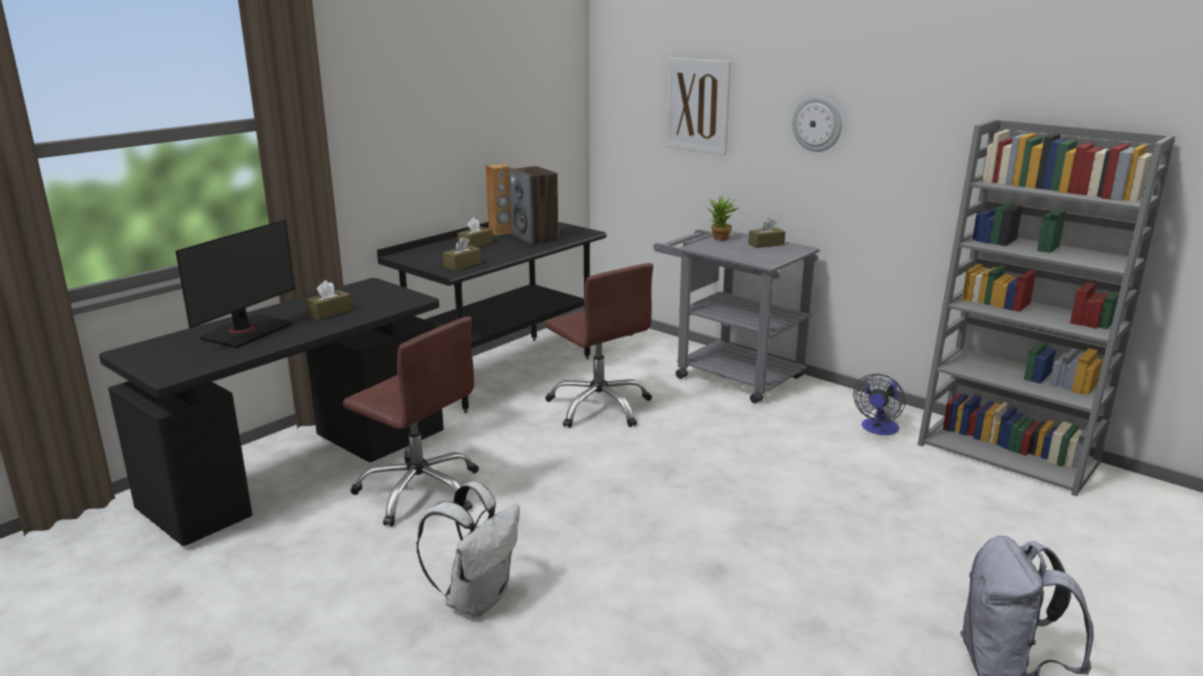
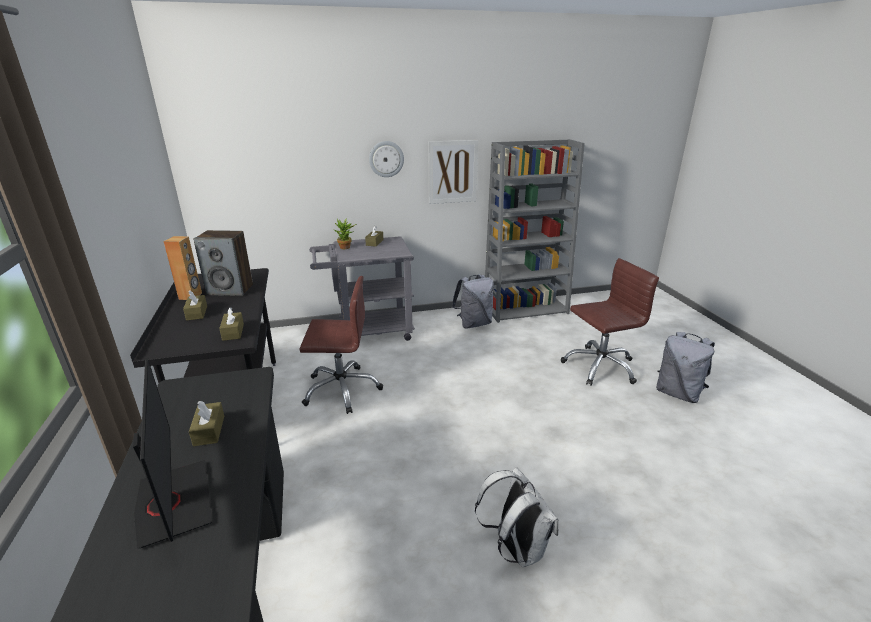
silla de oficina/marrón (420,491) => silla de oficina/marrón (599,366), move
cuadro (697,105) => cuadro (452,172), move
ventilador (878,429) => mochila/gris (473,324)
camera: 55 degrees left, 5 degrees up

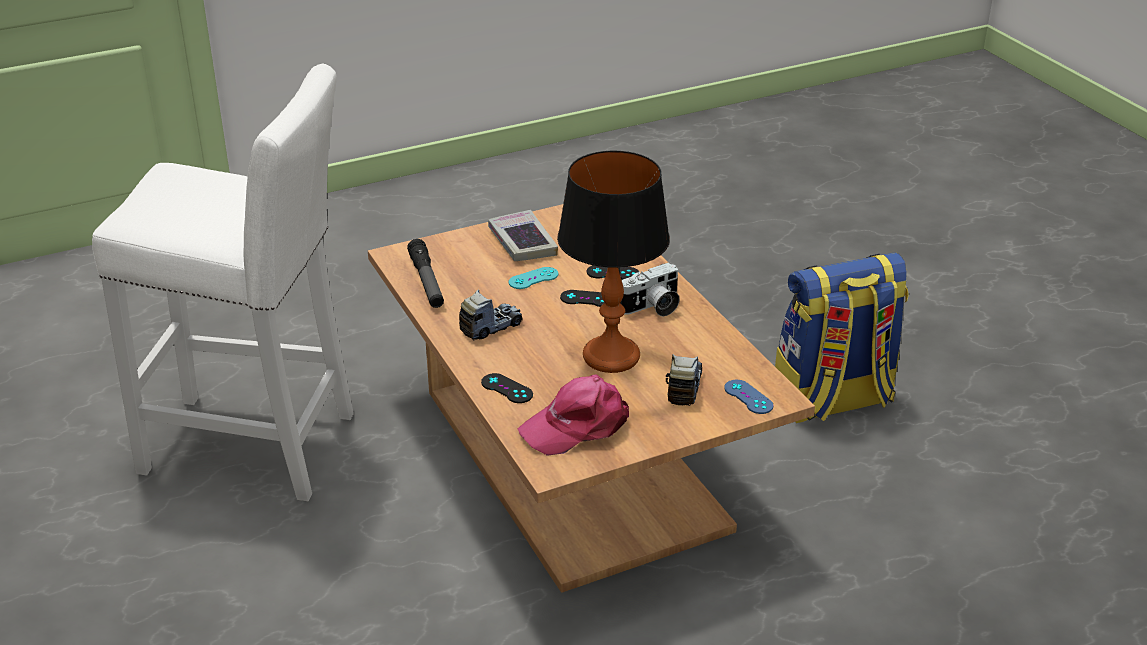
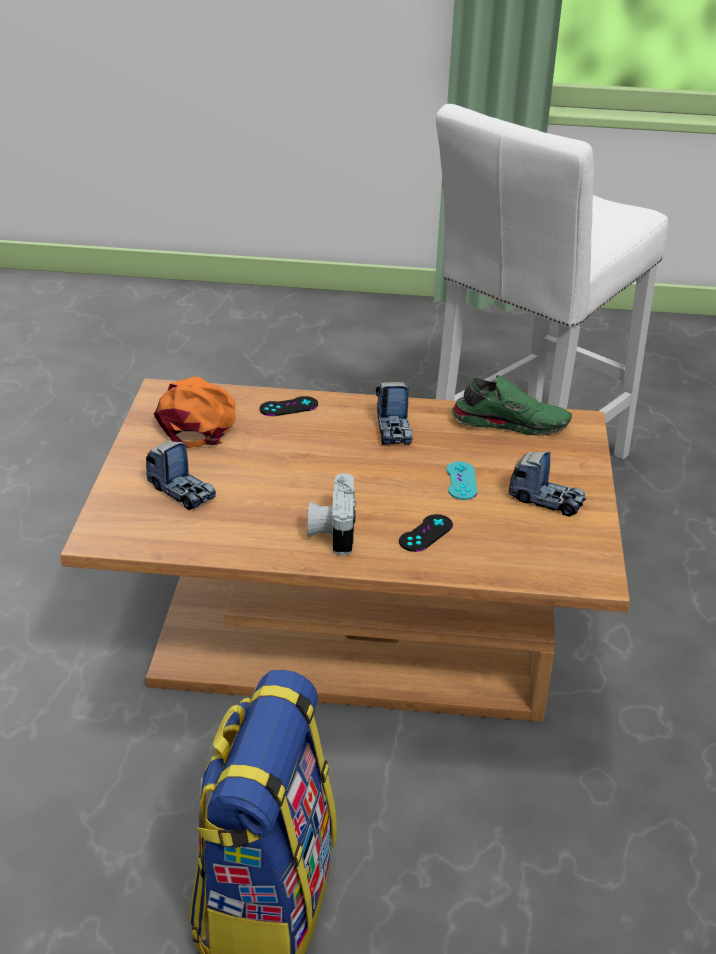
linterna (427,281) => zapato/verde (510,422)
libro (522,242) => camión de juguete (546,500)
gorra/rosa (577,425) => gorra/naranja (198,420)
lámpara de mesa (610,356) => nothing
mando de consola/negro (587,299) => nothing
mando de consola/azul (748,397) => nothing
camera: 120 degrees right, 0 degrees up

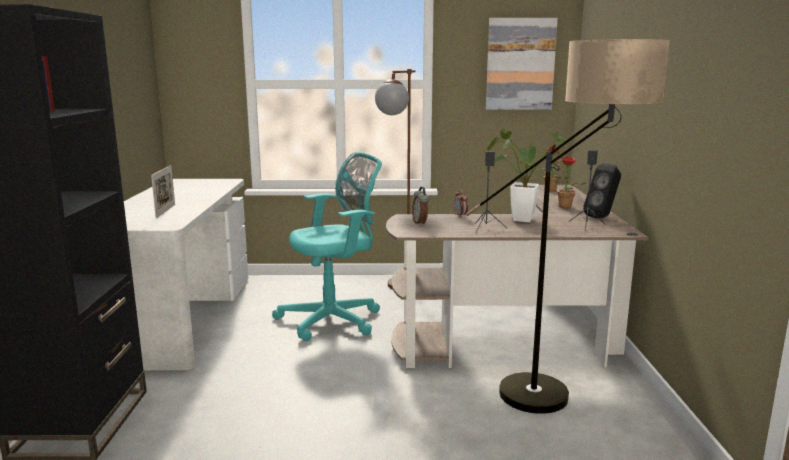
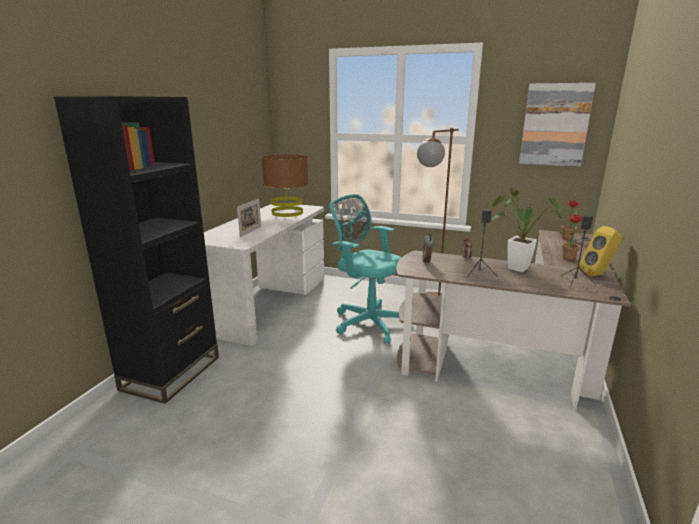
silla de oficina/turquesa (334,320) => silla de oficina/turquesa (368,322), 135 degrees counterclockwise
lámpara de pie (561,402) => nothing
altavoz/negro (602,217) => altavoz/amarillo (597,275)
nothing => lámpara de mesa/marrón (287,213)
camera: 20 degrees right, 5 degrees up

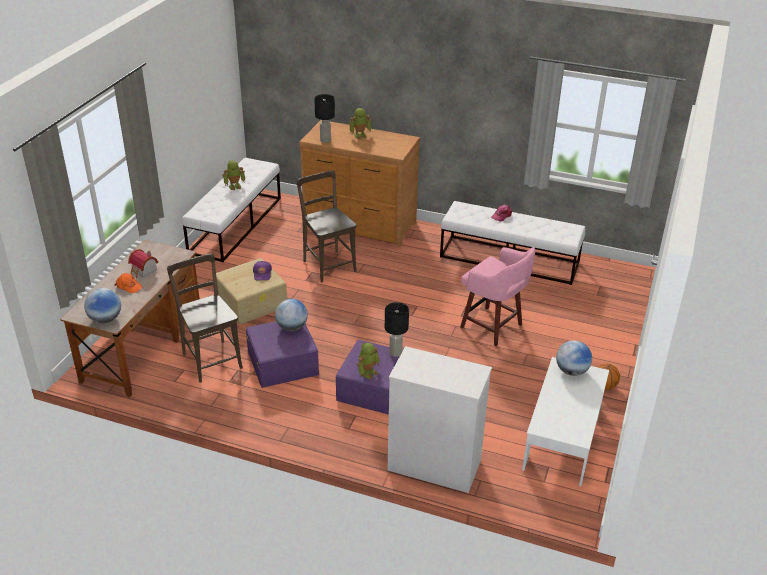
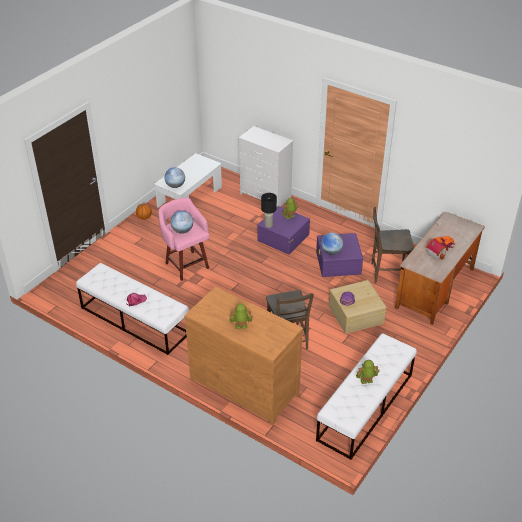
globo terráqueo (105,319) => globo terráqueo (182,231), move
silla/marrón (211,359) => silla/marrón (386,273), 105 degrees clockwise
lámpara de mesa/negro (325,140) => nothing
camera: 165 degrees left, 5 degrees up

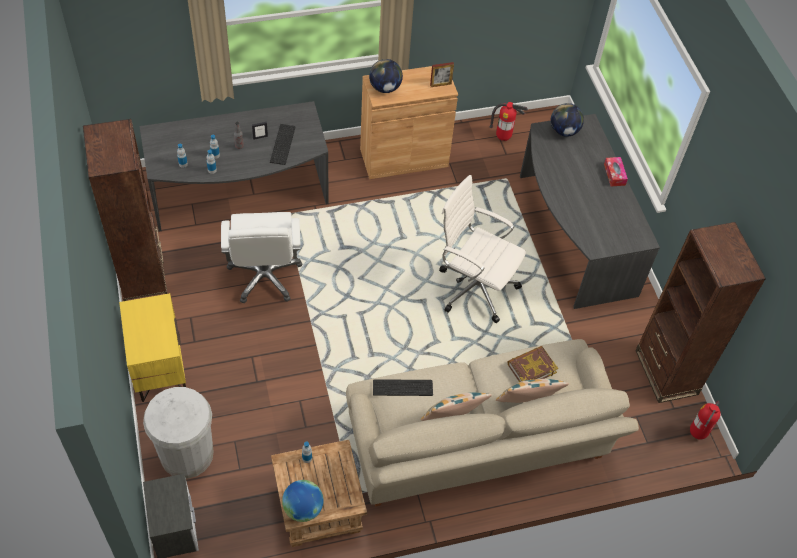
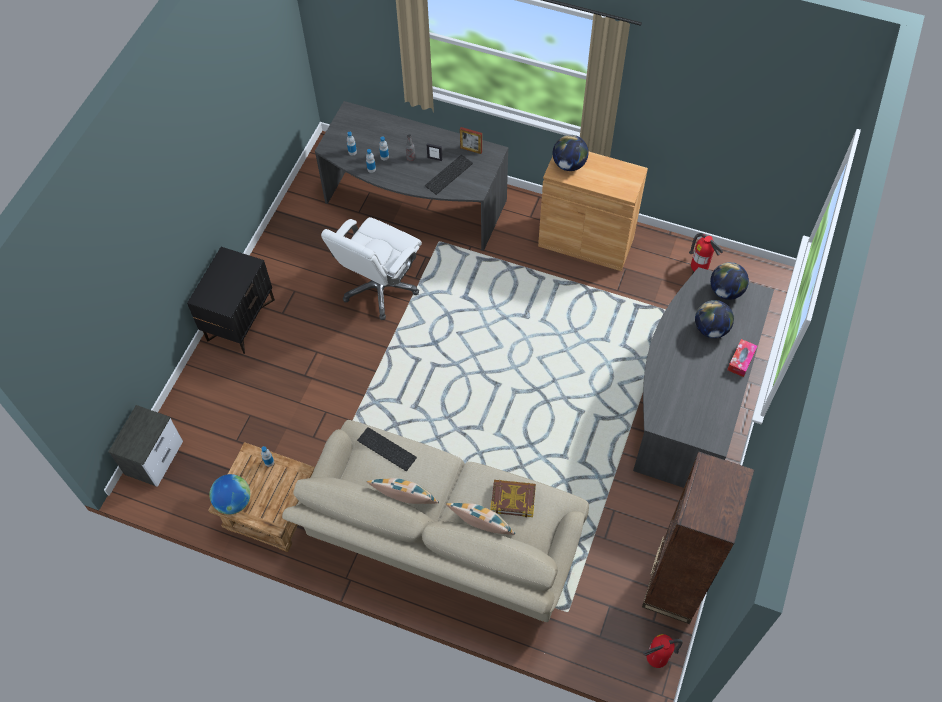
estantería/marrón (143,278) => nothing
mesita de noche/amarillo (159,367) => mesita de noche/negro (240,319)
papelera/blanco (186,454) => nothing
portarretratos (440,84) => portarretratos (471,150), move
silla de oficina/blanco (474,287) => nothing
nothing => globo terráqueo (711,329)
camera: 40 degrees right, 5 degrees up

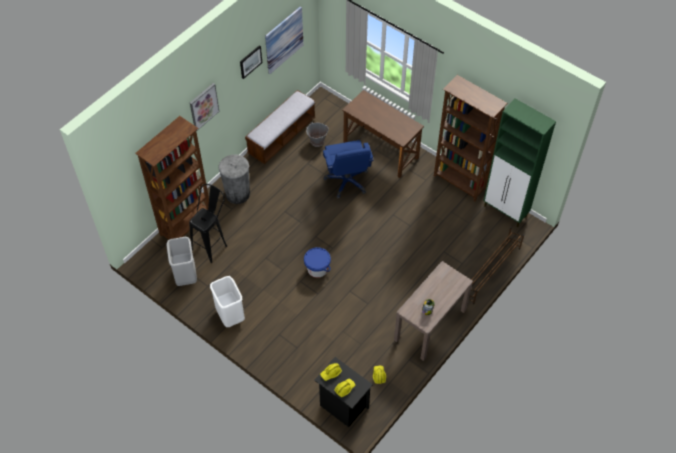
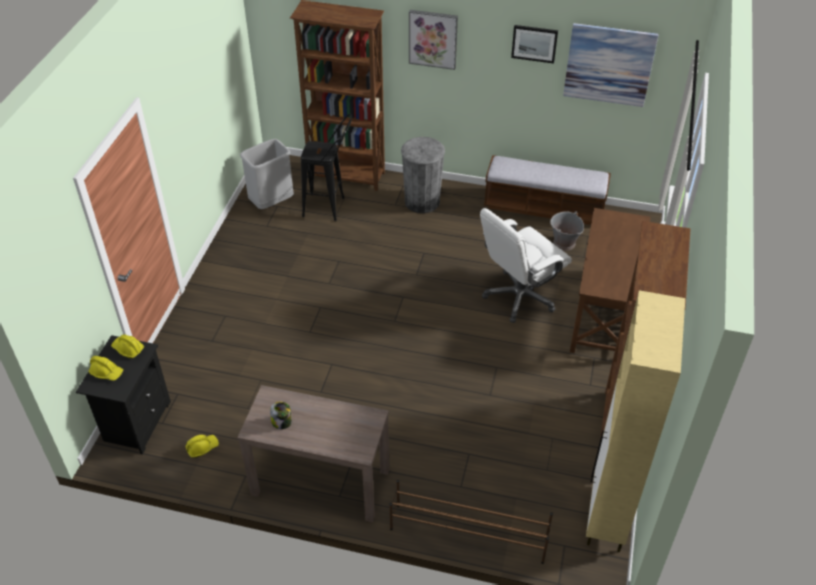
papelera/blanco (231,315) => nothing
cubo/azul (317,269) => nothing
silla de oficina/azul (347,181) => silla de oficina/blanco (519,297)
armario/verde (505,211) => armario/beis (606,516)
camera: 65 degrees right, 10 degrees down

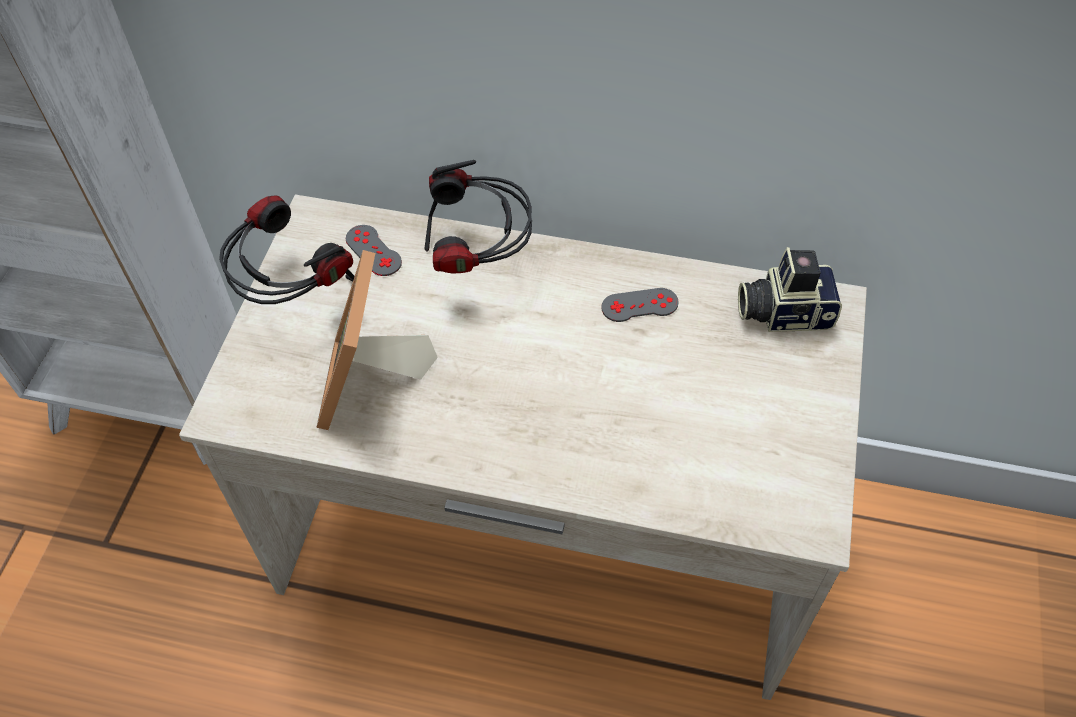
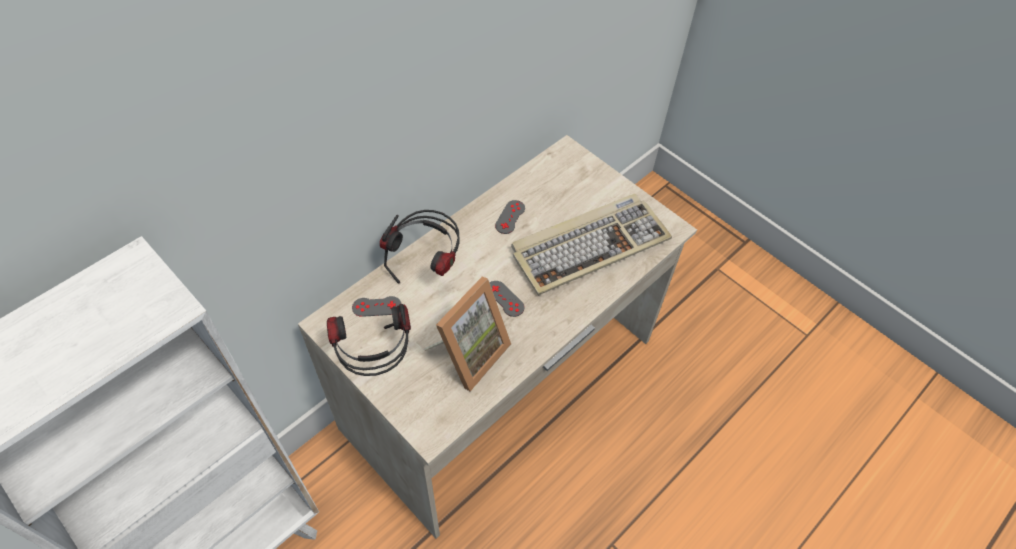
portarretratos (371,385) => portarretratos (468,353), 90 degrees counterclockwise
cámara (783,311) => nothing
nothing => mando de consola/gris (504,298)
nothing => teclado (590,245)
camera: 60 degrees left, 0 degrees up

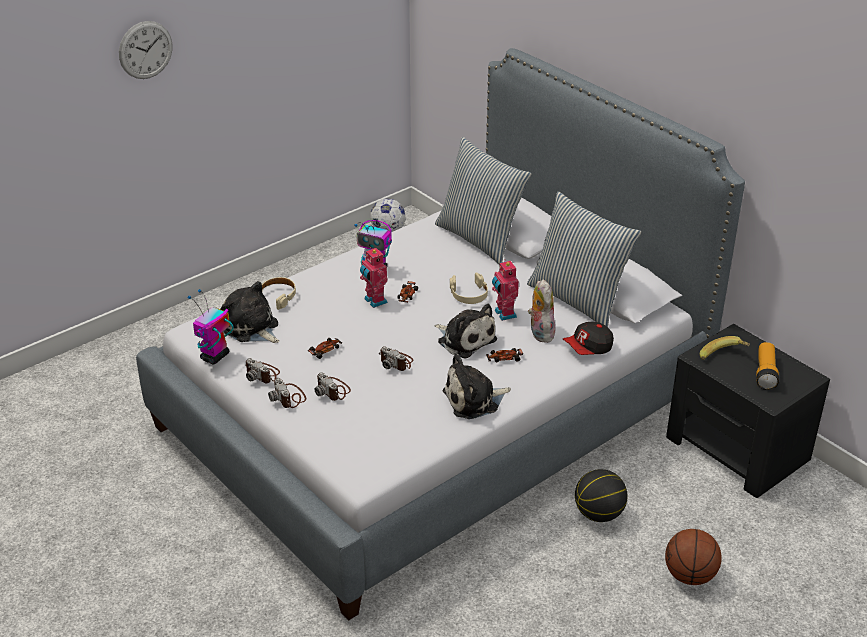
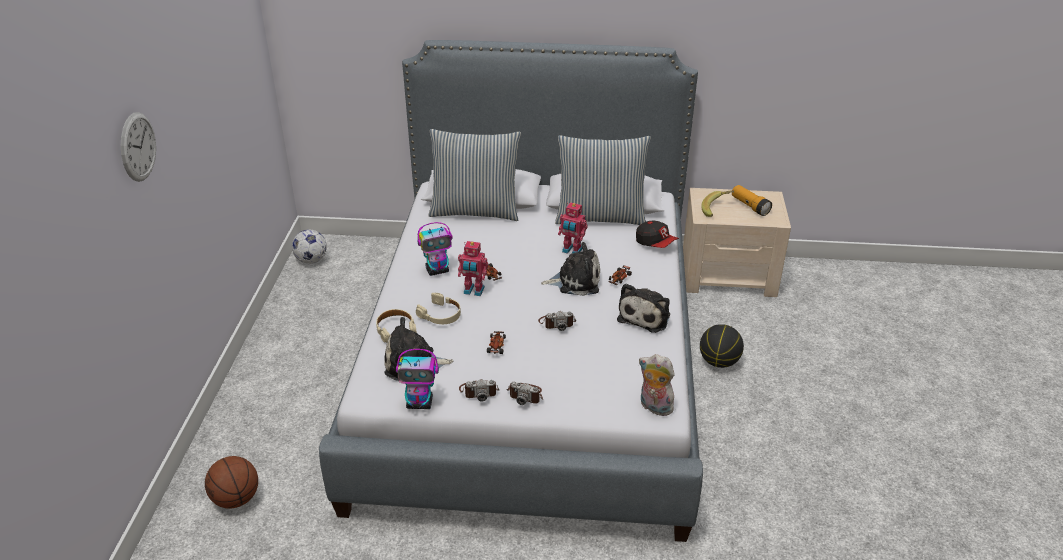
robot de juguete (214,357) => robot de juguete (420,403), 75 degrees counterclockwise
cámara (333,390) => nothing
auriculares/beis (469,294) => auriculares/beis (441,315), move
peluche (539,333) => peluche (654,407), move
gorra (588,349) => gorra (655,243), 60 degrees counterclockwise
balón de baloncesto (690,576) => balón de baloncesto (236,499), move
mesita de noche/negro (738,449) => mesita de noche/beis (729,275)
camera: 45 degrees left, 0 degrees up

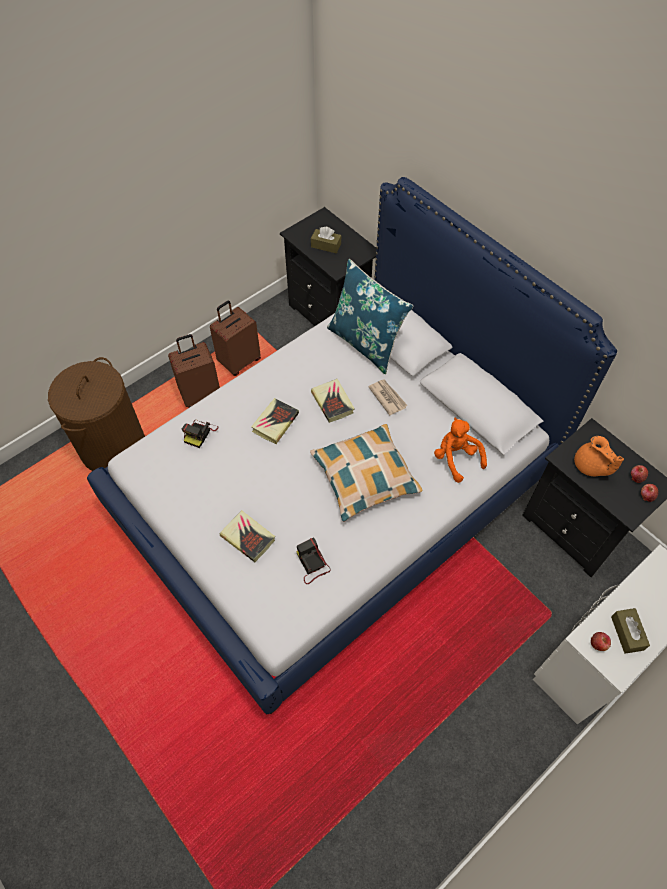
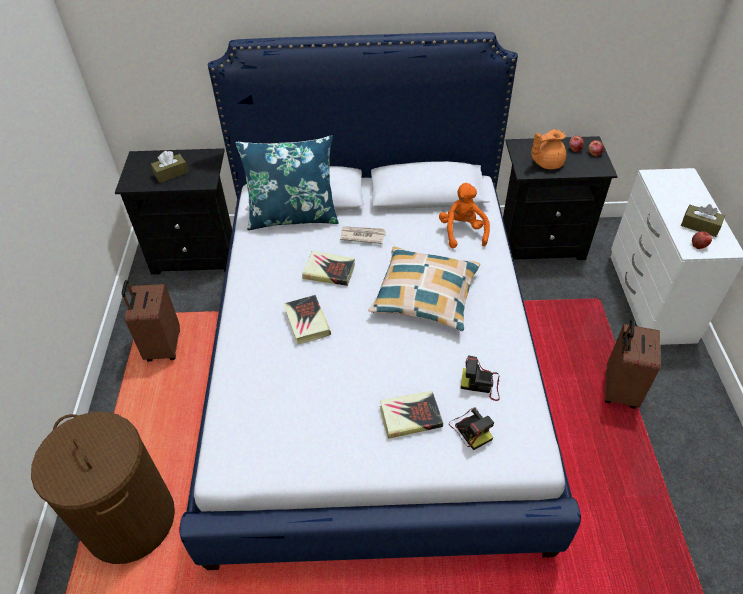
maleta/marrón (201,394) => maleta/marrón (618,389), move
cámara (200,433) => cámara (471,429), move
peluche/naranja (456,458) => peluche/naranja (462,232), 75 degrees clockwise
tetera/naranja (590,466) => tetera/naranja (546,163), 150 degrees clockwise
camera: 50 degrees left, 10 degrees down

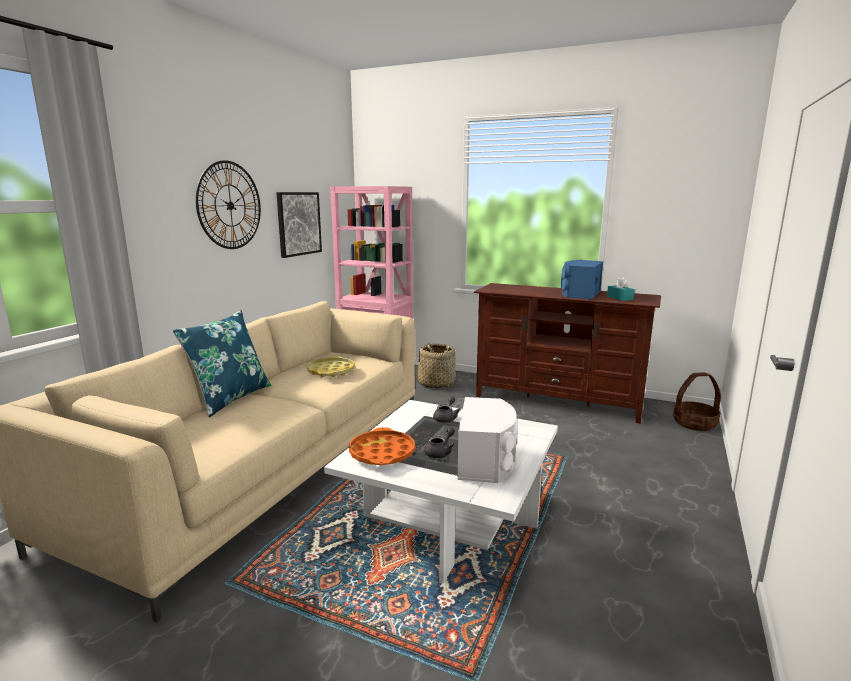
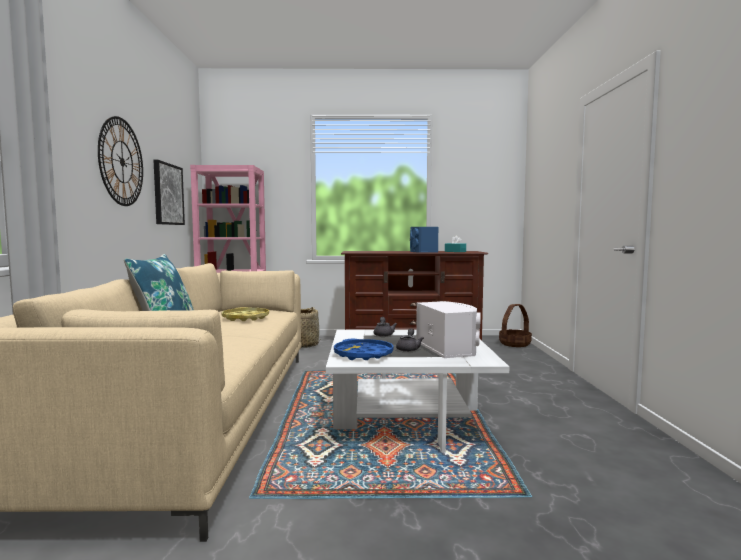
bandeja/naranja (382,453) => bandeja/azul (363,355)
camera: 25 degrees left, 10 degrees down

